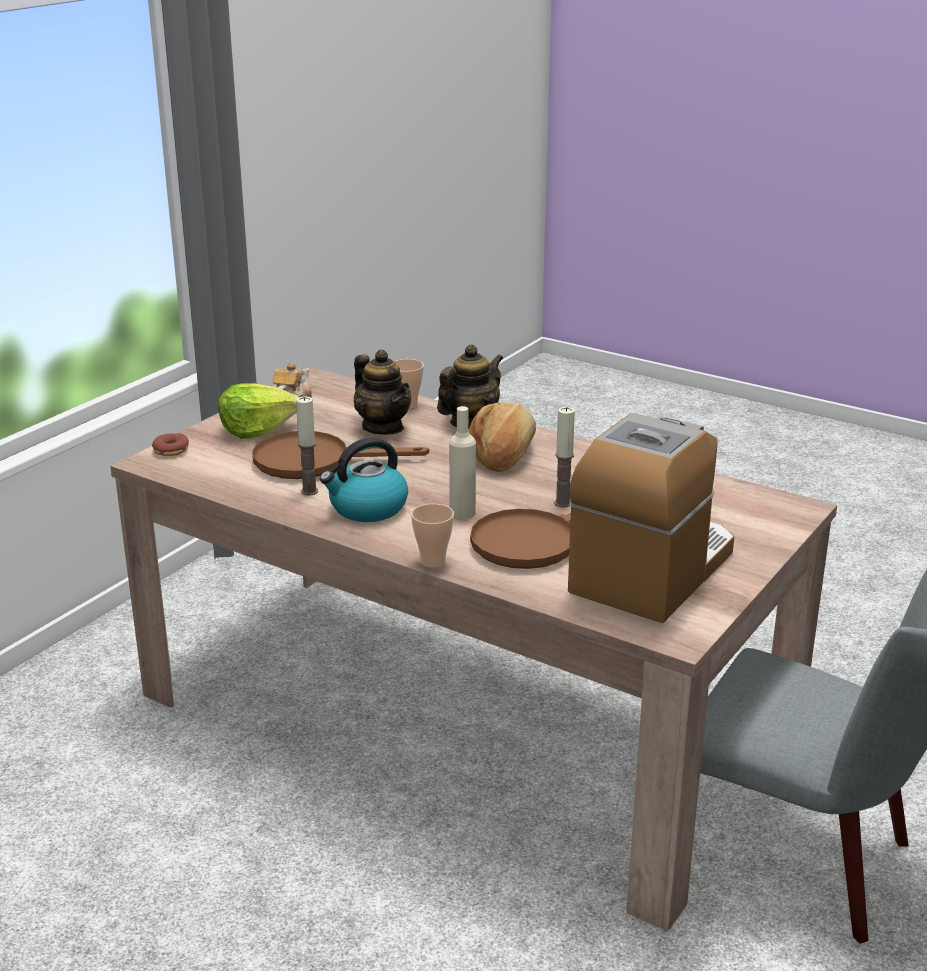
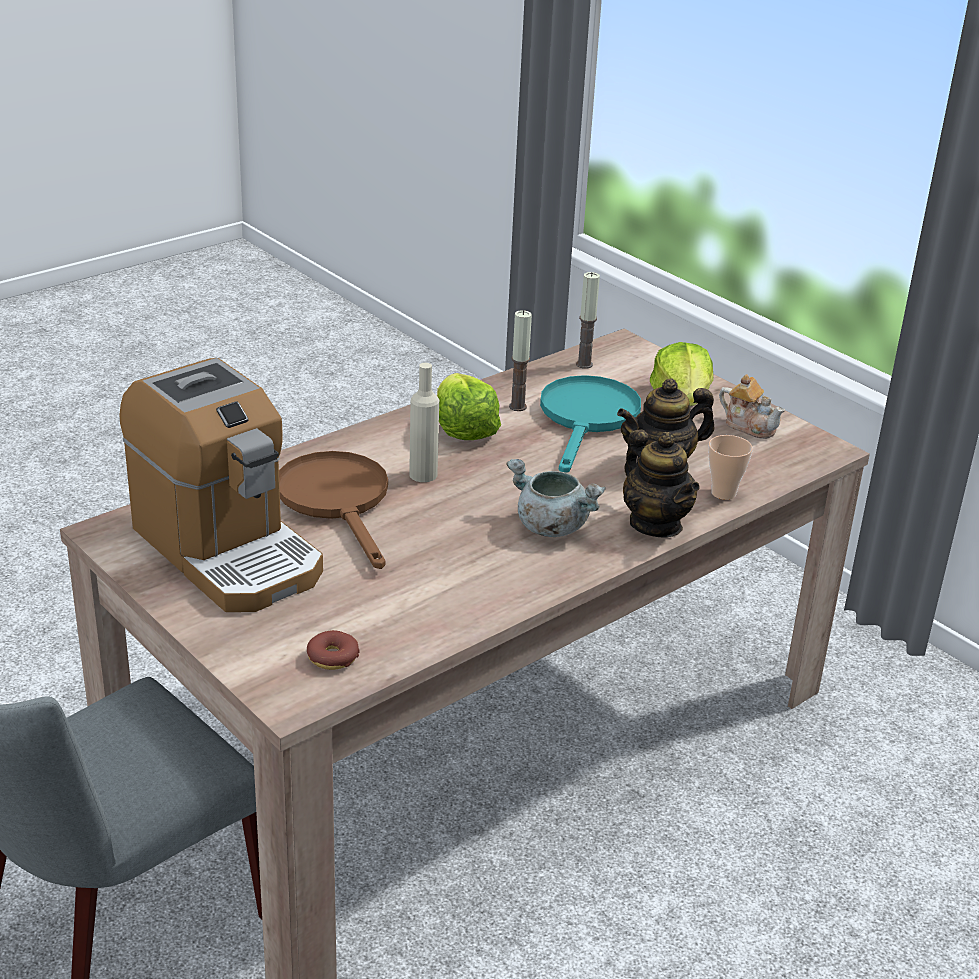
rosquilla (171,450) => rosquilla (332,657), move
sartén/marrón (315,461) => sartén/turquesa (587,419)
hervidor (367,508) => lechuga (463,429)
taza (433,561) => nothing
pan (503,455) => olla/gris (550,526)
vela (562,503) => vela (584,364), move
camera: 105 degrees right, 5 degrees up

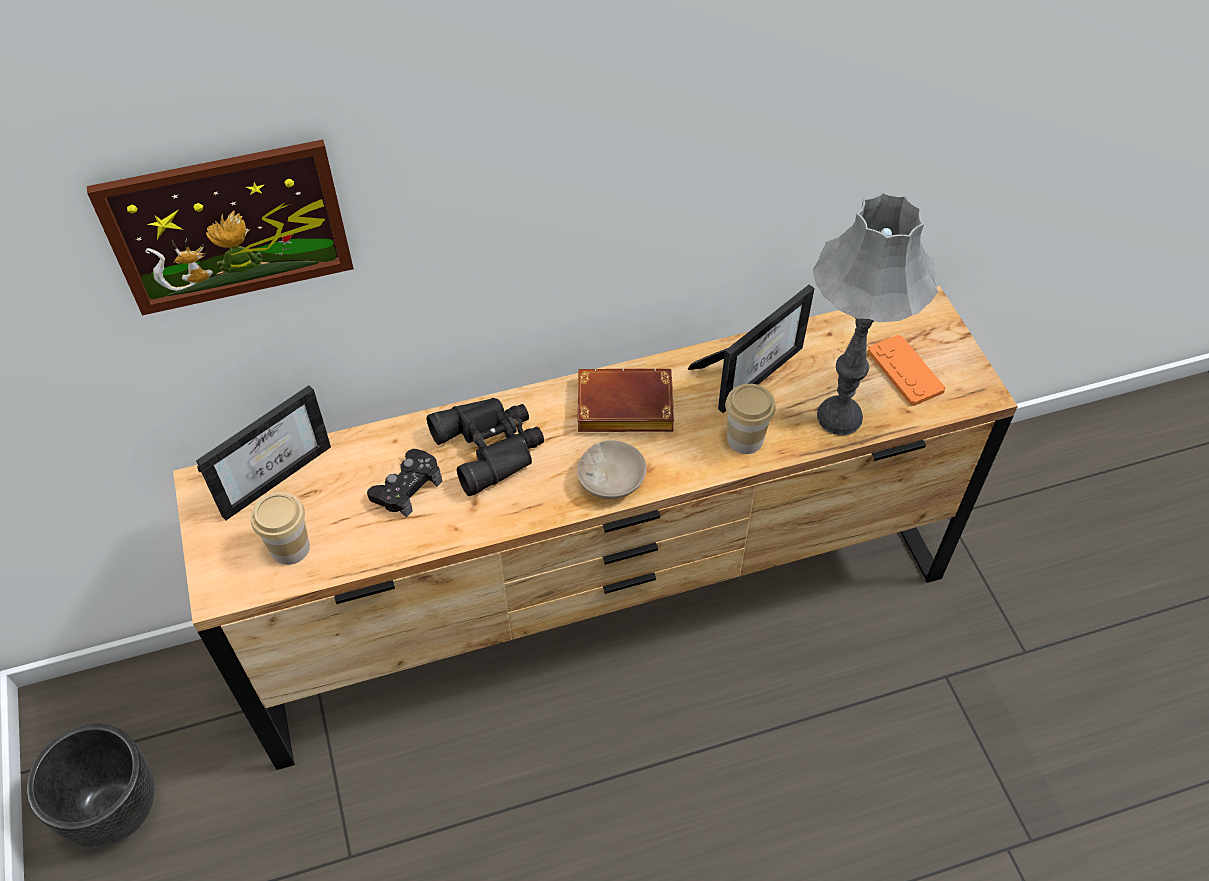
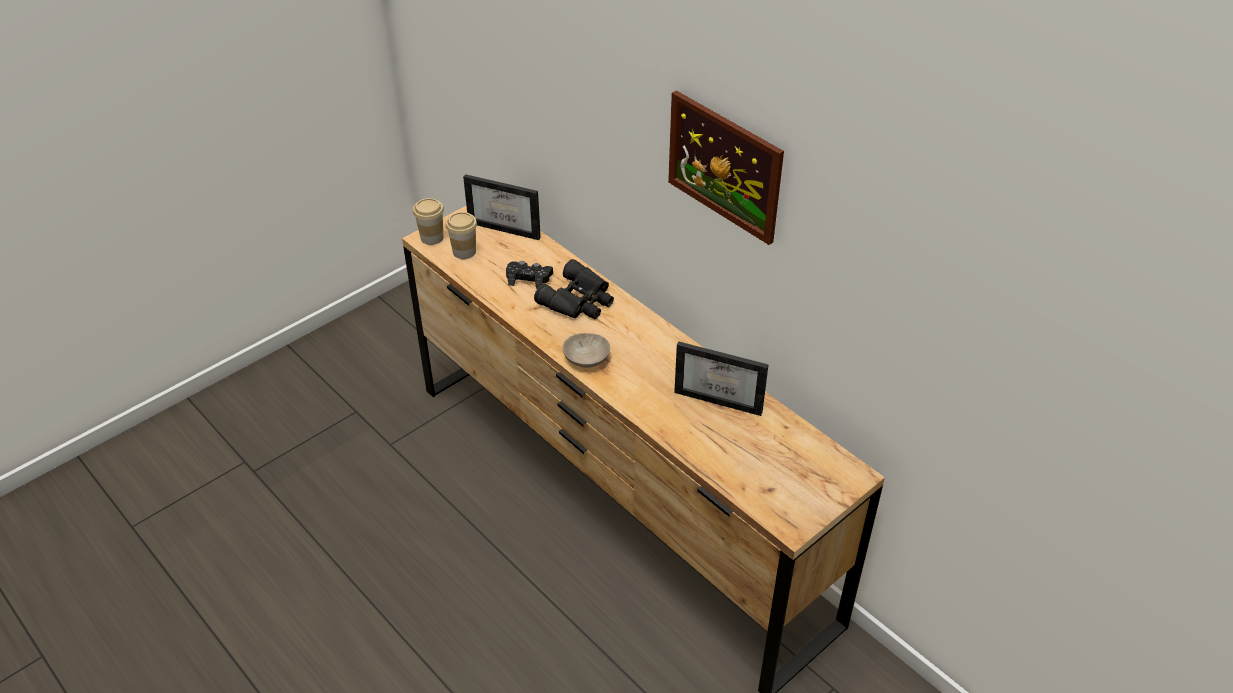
maceta/negro (115,810) => nothing
cuadro (228,227) => cuadro (724,166), move
libro/marrón (622,409) => nothing
taza (745,439) => taza (432,237), move
lámpara de mesa/gris (839,417) => nothing
mando de consola/naranja (905,371) => nothing
camera: 65 degrees right, 10 degrees down

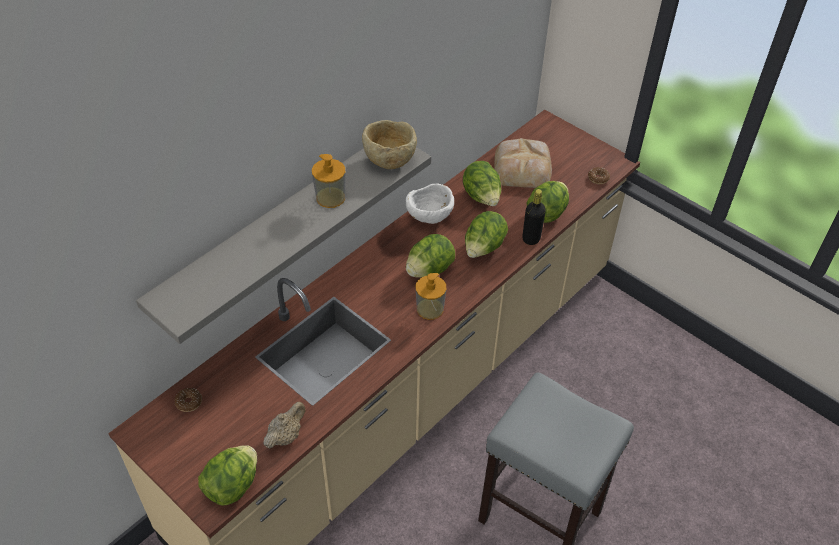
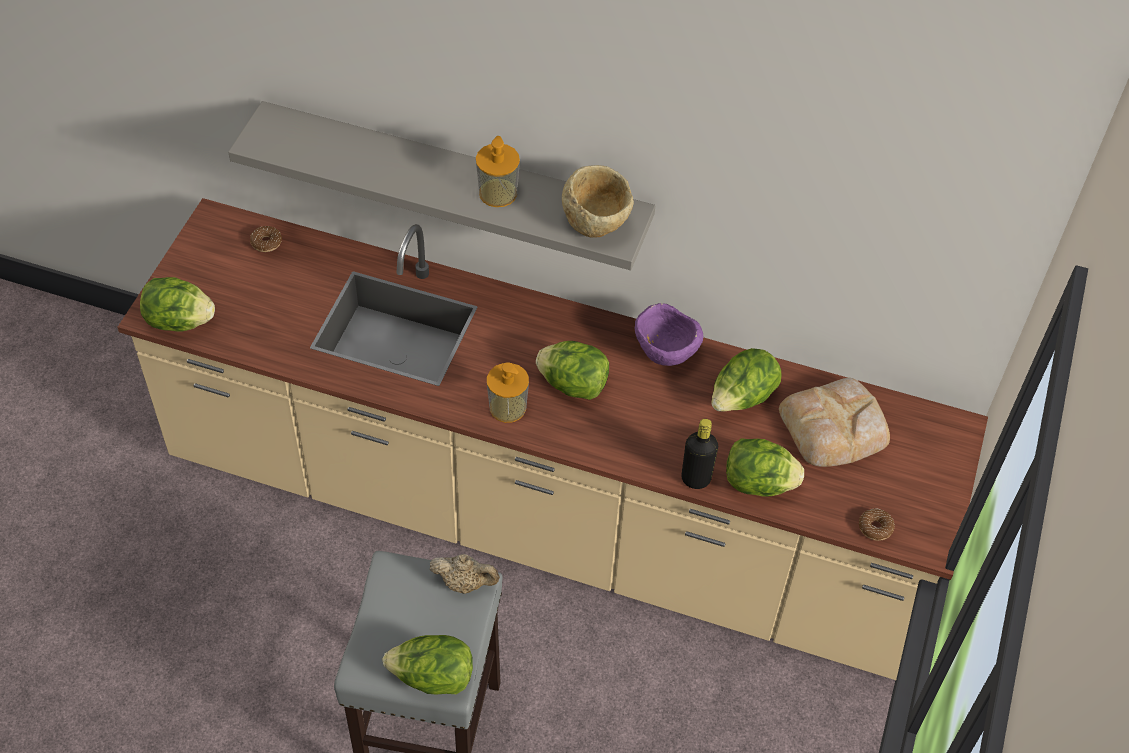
tetera/beis (286,436) => tetera/beis (465,583), move
cuenco/blanco (429,218) => cuenco/morado (665,354)
lechuga (483,248) => lechuga (432,678), move
camera: 65 degrees right, 5 degrees up

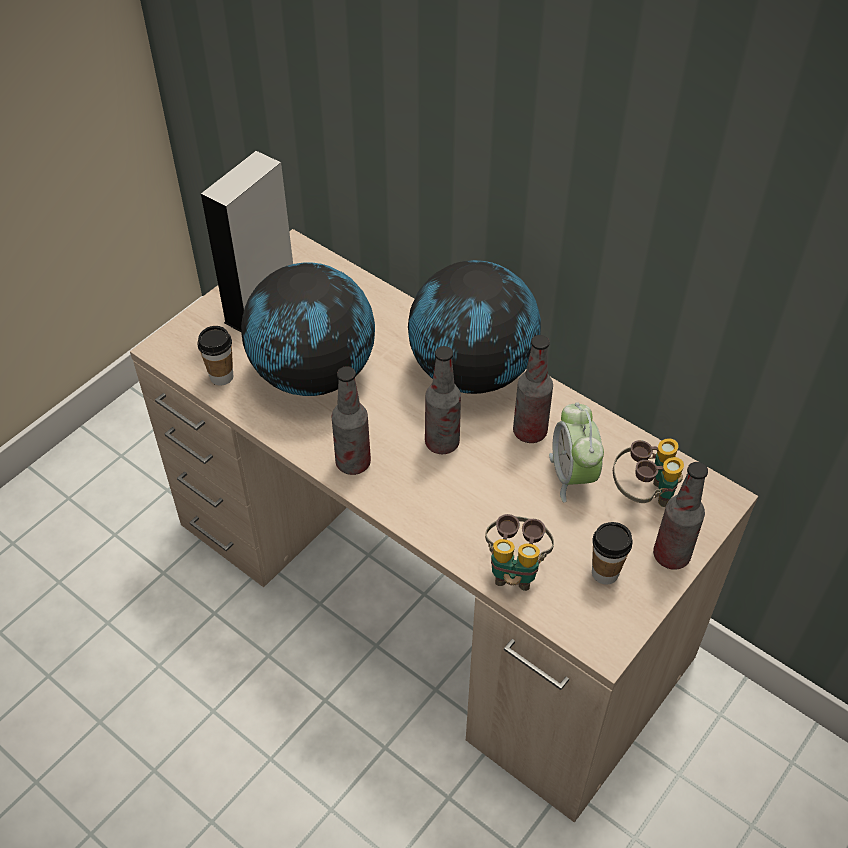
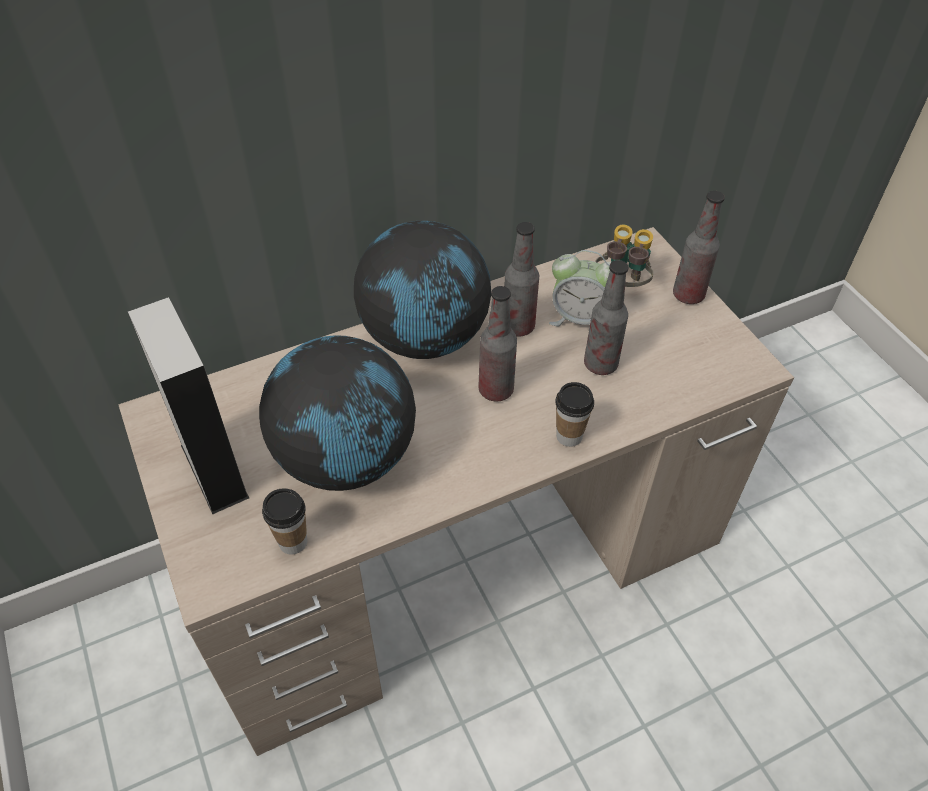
botella (353,463) => botella (600,364), move
prismáticos (515,569) => nothing
taza (605,573) => taza (569,436), move
camera: 65 degrees left, 0 degrees up

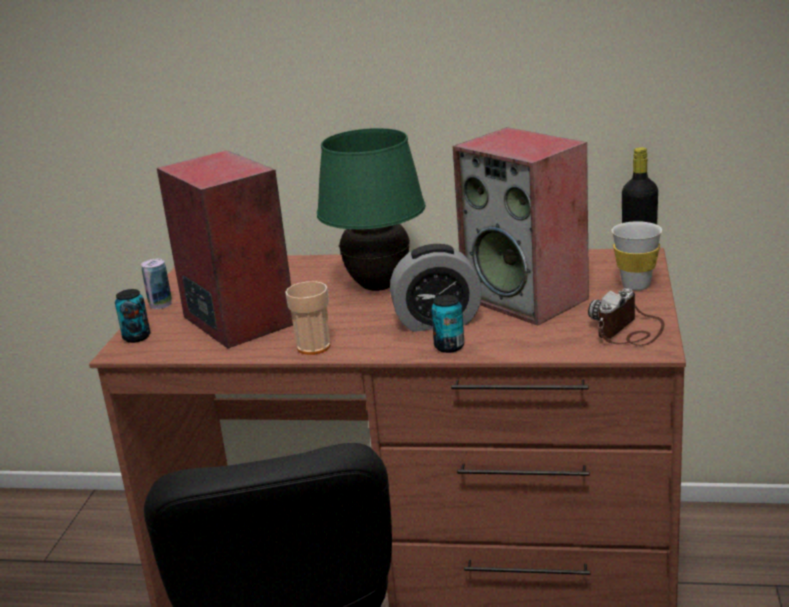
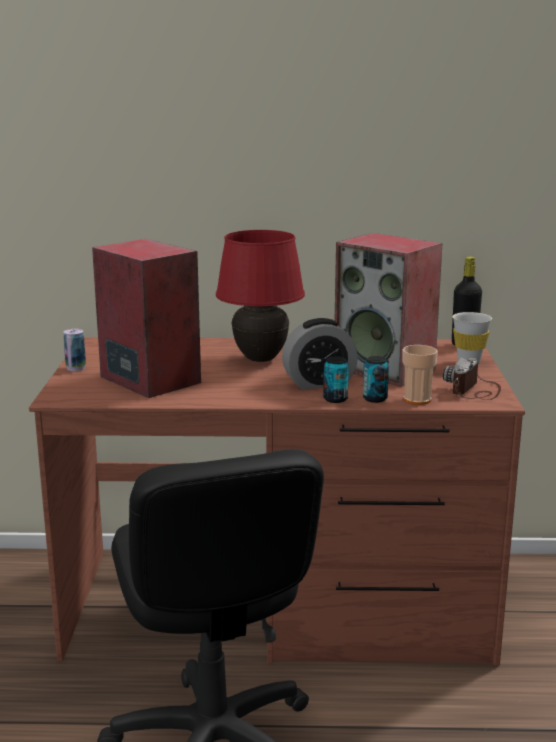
lata (136,337) => lata (375,399), move
taza (313,347) => taza (417,399), move
lámpara de mesa/verde (378,286) => lámpara de mesa/rojo (260,359)
camera: 10 degrees left, 5 degrees down

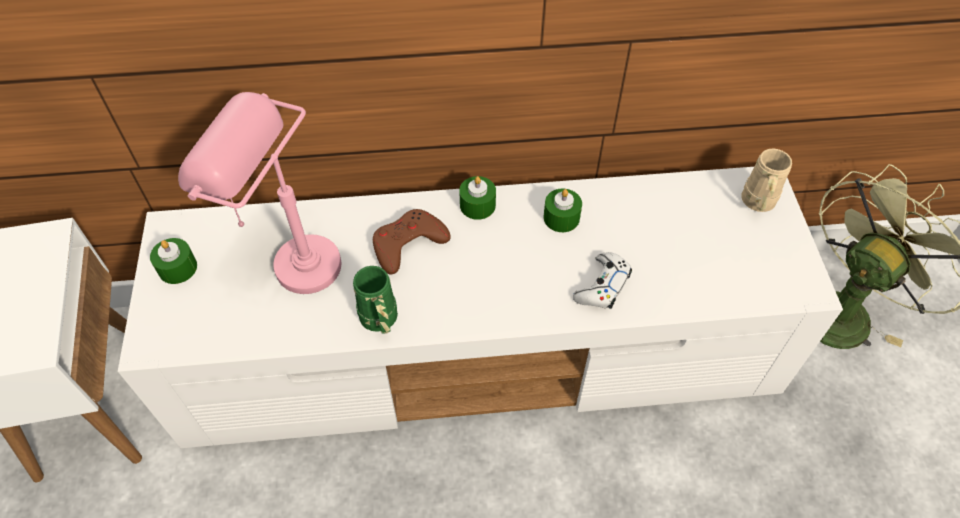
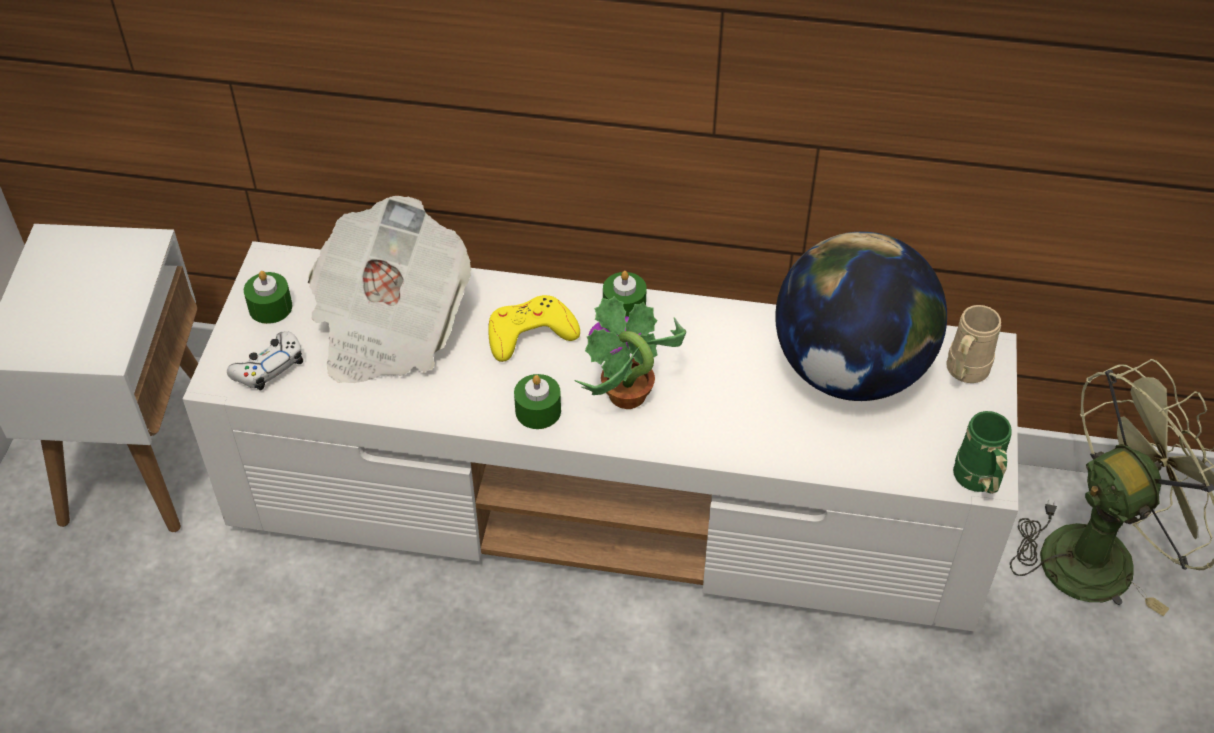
lámpara de mesa/rosa (286,262) => periódico (388,325)
taza grande/verde (380,322) => taza grande/verde (978,482), move
mando de consola/marrón (408,244) => mando de consola/amarillo (530,333)
vela/verde (561,217) => vela/verde (538,411), move
mando de consola/blanco (602,286) => mando de consola/blanco (269,367), move
nothing => planta en maceta (626,395)
nothing => globo terráqueo (850,371)
camera: 15 degrees right, 5 degrees down

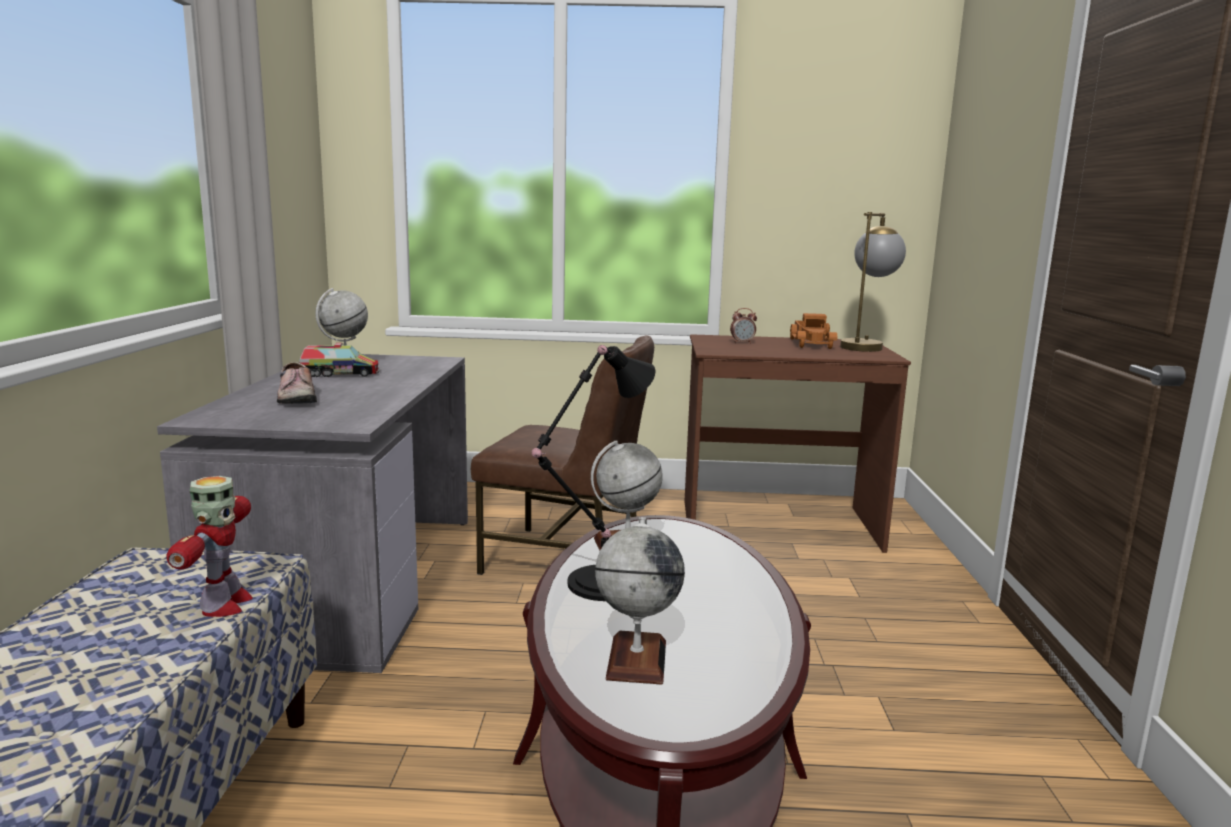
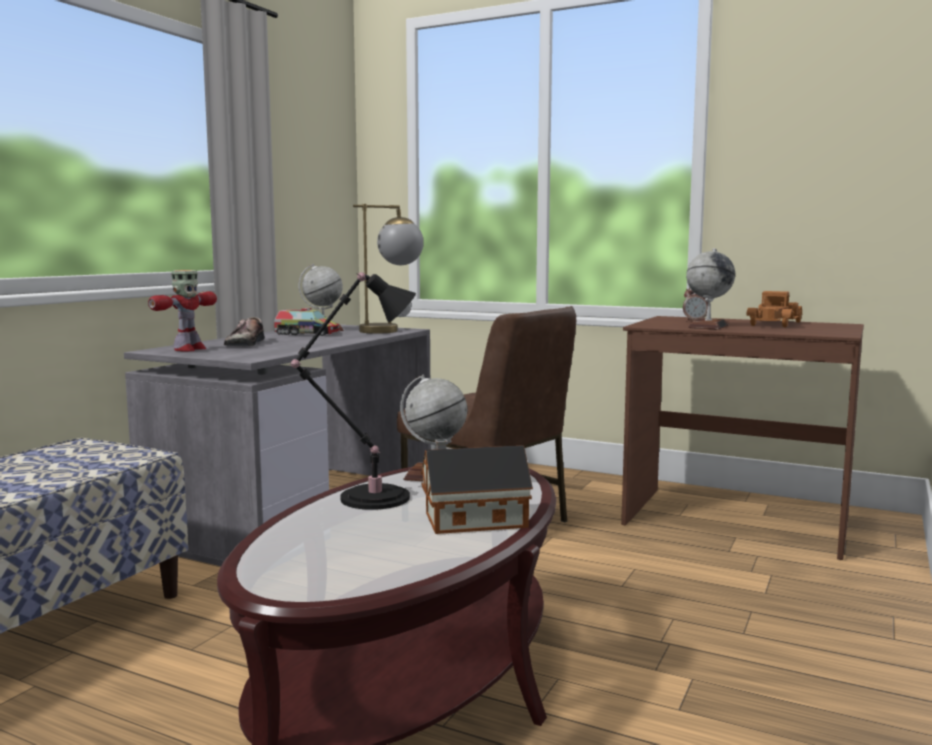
robot de juguete (224,605) => robot de juguete (188,349), move
globo terráqueo (636,659) => globo terráqueo (708,326), move
lámpara de mesa (866,346) => lámpara de mesa (391,330), move
nothing => casita (471,520)
camera: 25 degrees right, 5 degrees down

